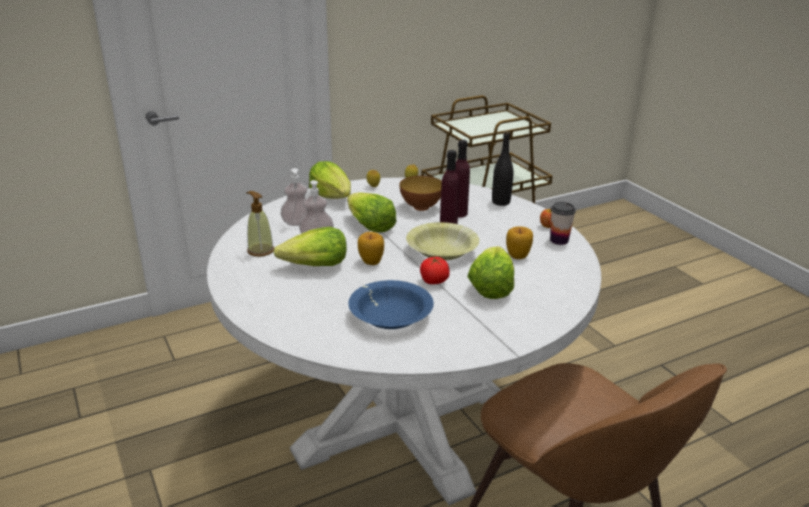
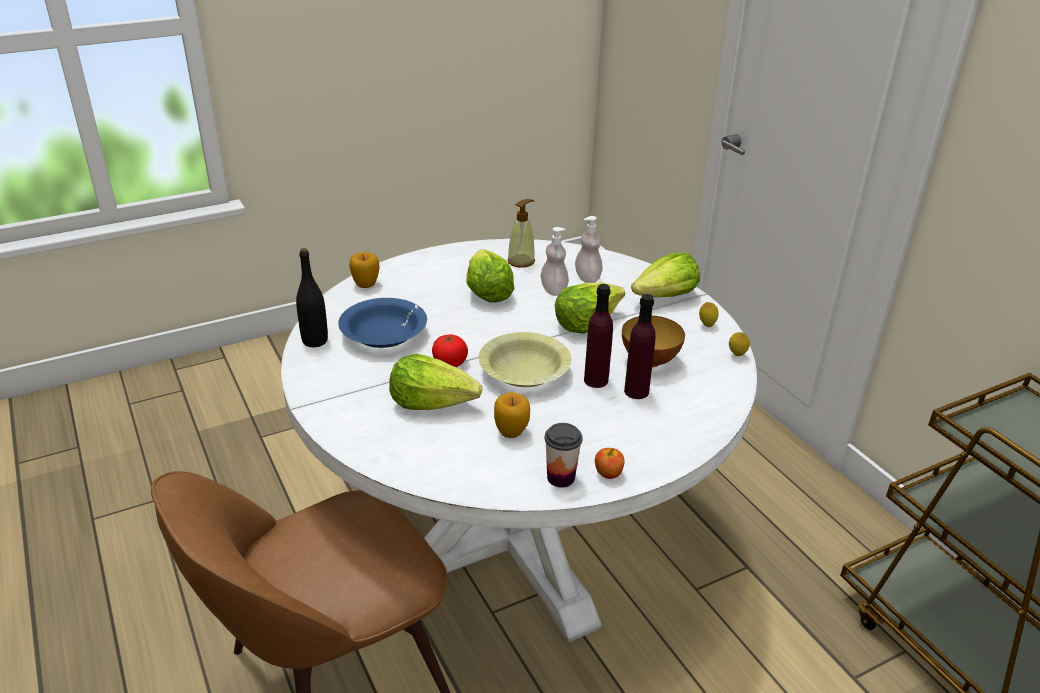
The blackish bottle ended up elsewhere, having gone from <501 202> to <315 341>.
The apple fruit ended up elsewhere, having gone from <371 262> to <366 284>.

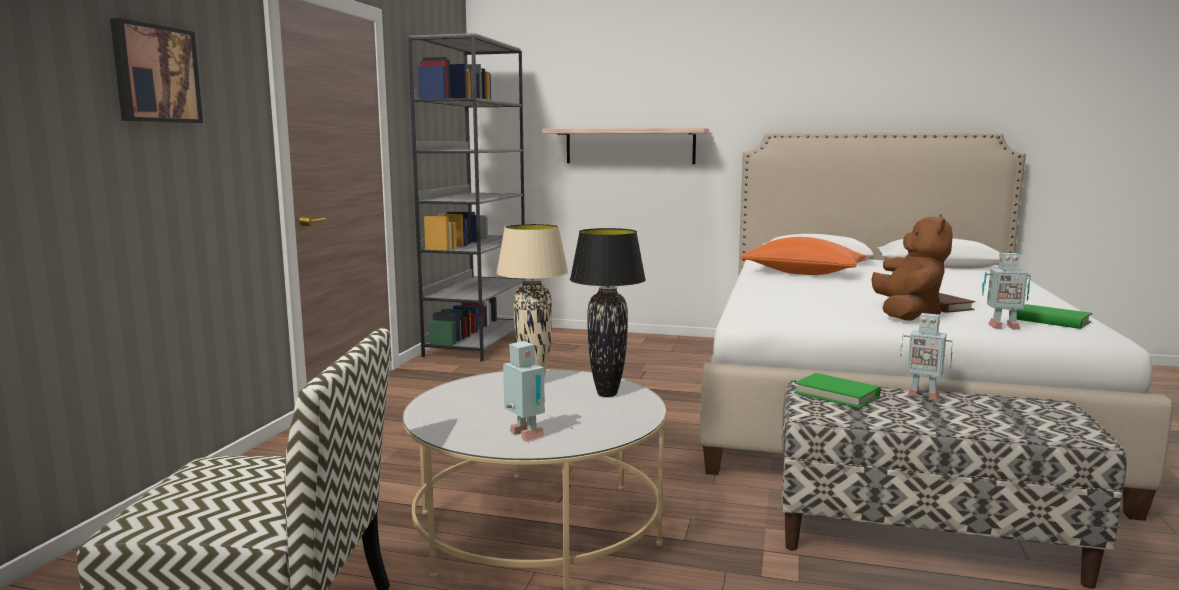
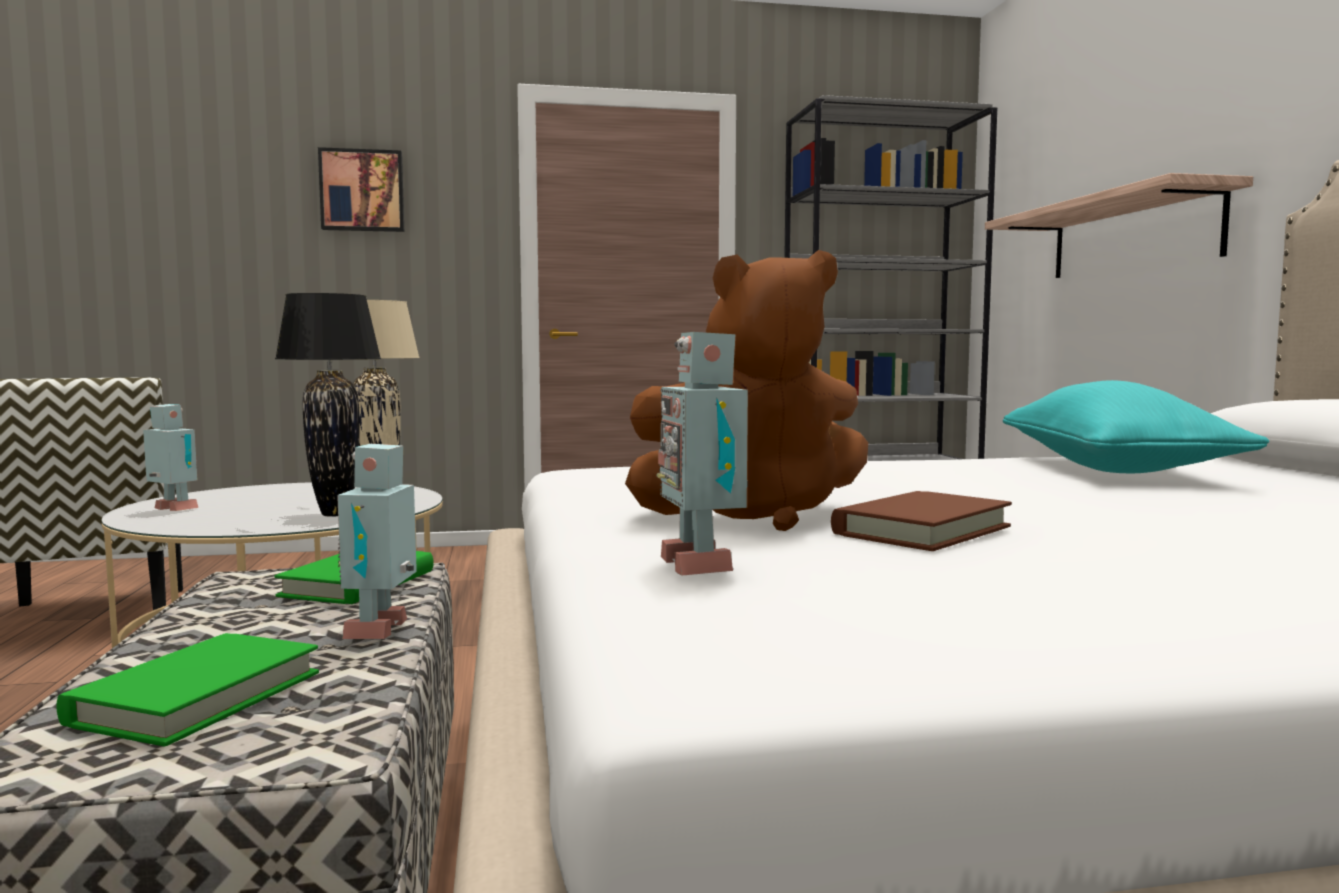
What was the orangey pillow at <802 273> turned into the turquoise pillow at <1113 469>.
The green-coloured bound book ended up elsewhere, having gone from <1051 321> to <198 697>.
The toy robot at <524 436> ended up facing another way, 90 degrees counterclockwise from before.

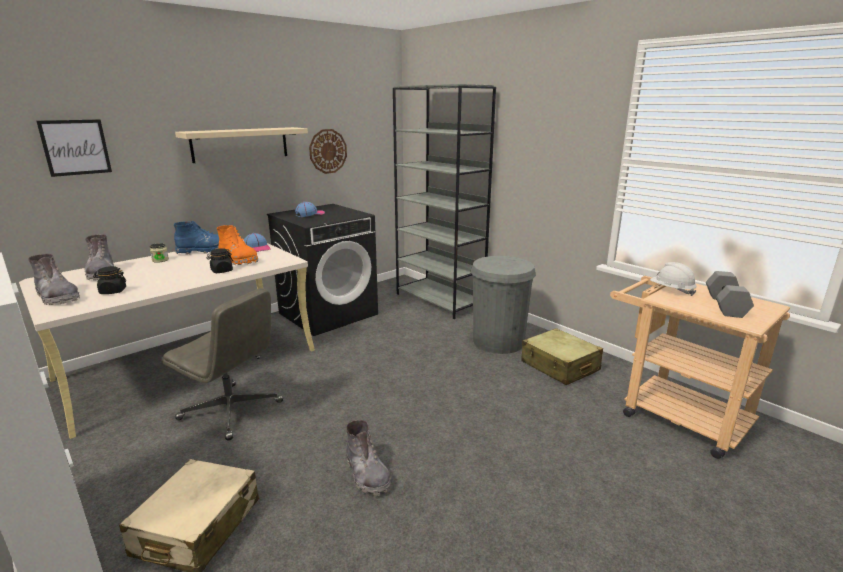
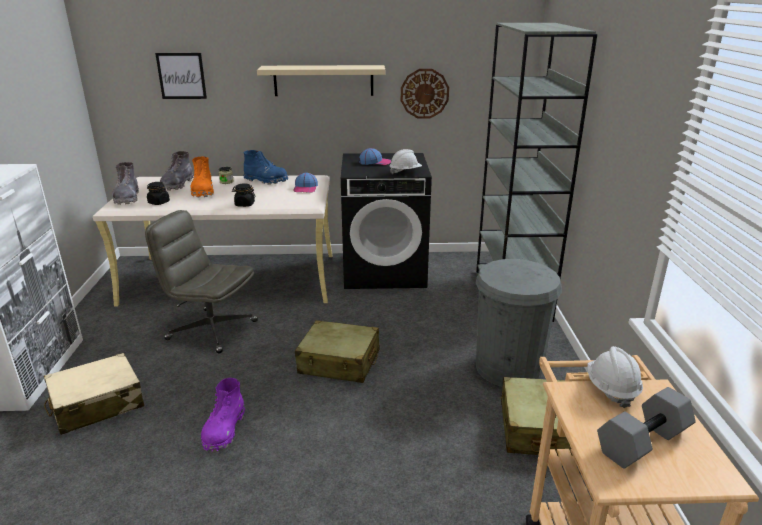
The orangey tall boot ended up elsewhere, having gone from <238 260> to <203 191>.
The gray desk chair at <232 410> ended up facing another way, 135 degrees clockwise from before.
What was the gray tall boot at <367 474> turned into the purplish tall boot at <224 430>.
The second view gained the white-coloured hard hat at <405 172>.
The second view gained the beige piece of luggage at <339 362>.

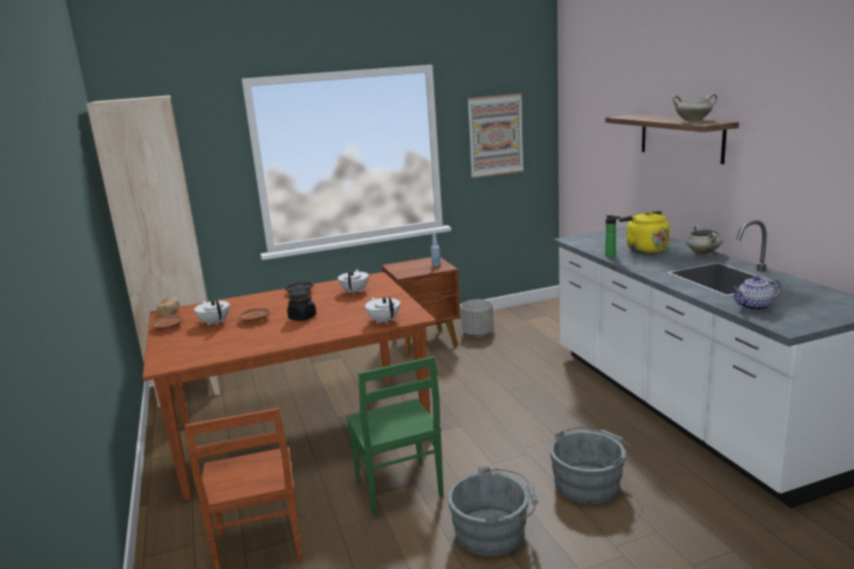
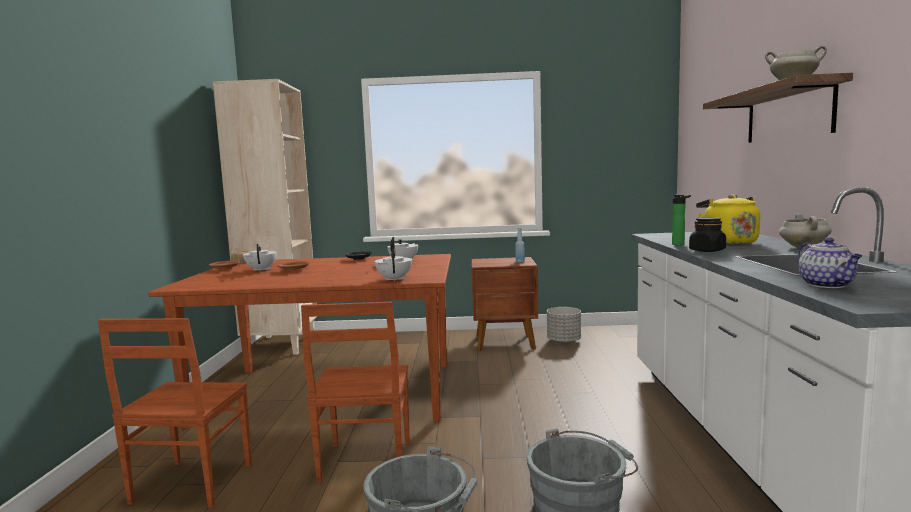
The second view lost the wall picture at <495 135>.
The teapot at <754 307> ended up facing another way, 105 degrees counterclockwise from before.
The blackish preserve jar ended up elsewhere, having gone from <302 317> to <707 250>.
What was the green-coloured plain chair at <398 490> turned into the brown plain chair at <364 462>.

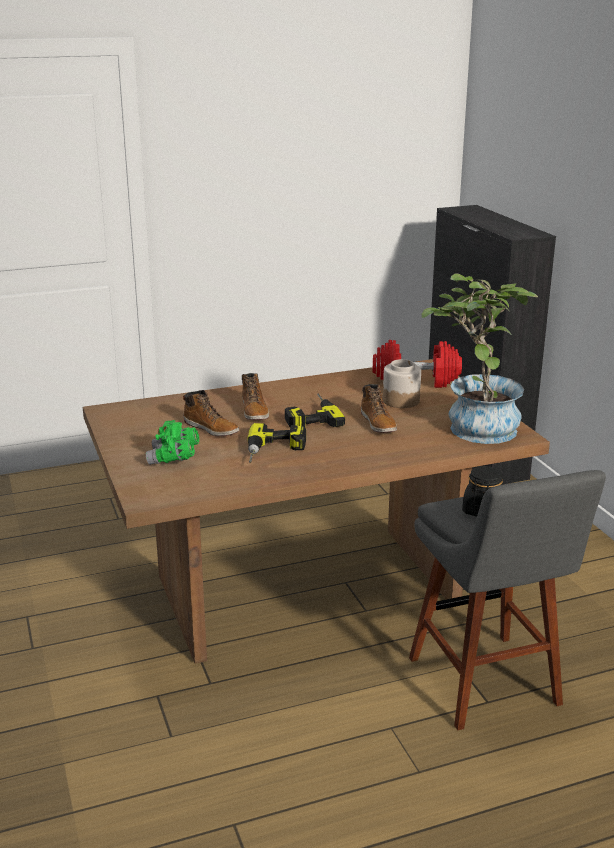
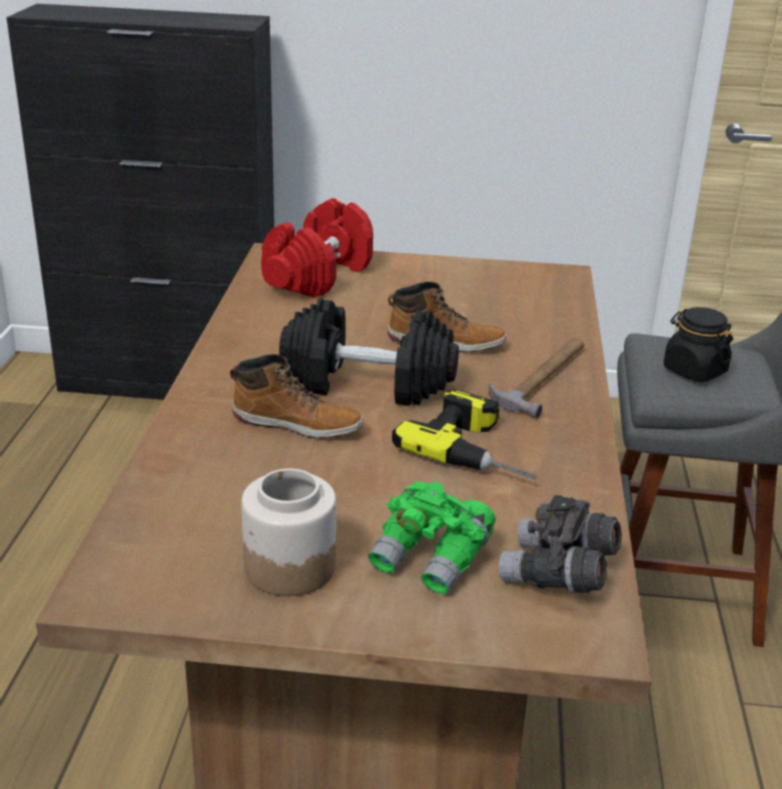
The second view lost the potted plant at <474 426>.
The preserve jar ended up elsewhere, having gone from <401 401> to <289 566>.
The second view lost the tall boot at <211 428>.
Where the electric drill stood at <310 416>, the blackish free weight came to stand at <367 383>.
The second view gained the hammer at <543 378>.
The second view gained the gray binoculars at <558 574>.

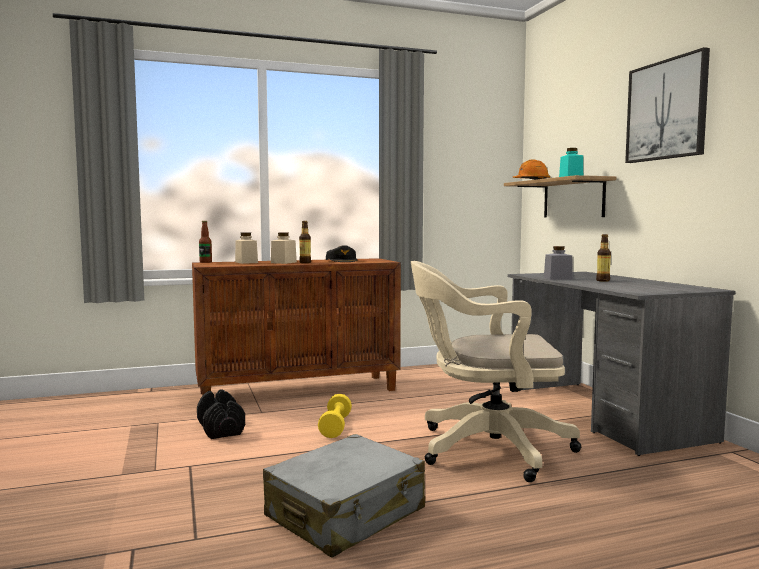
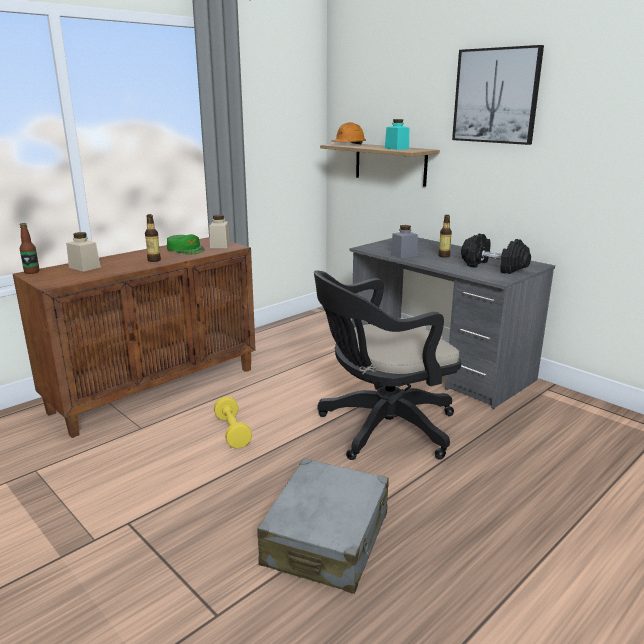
The beige preserve jar ended up elsewhere, having gone from <283 262> to <220 245>.
What was the blackish cap at <342 260> turned into the green-coloured cap at <185 249>.
What was the beige desk chair at <485 448> turned into the blackish desk chair at <381 428>.
The blackish free weight ended up elsewhere, having gone from <221 429> to <494 267>.

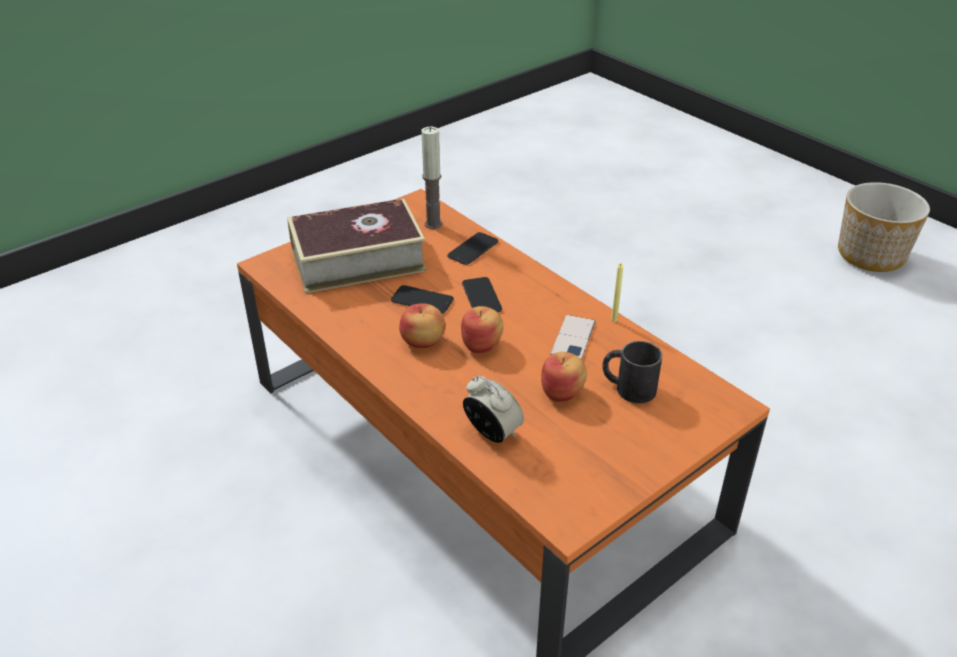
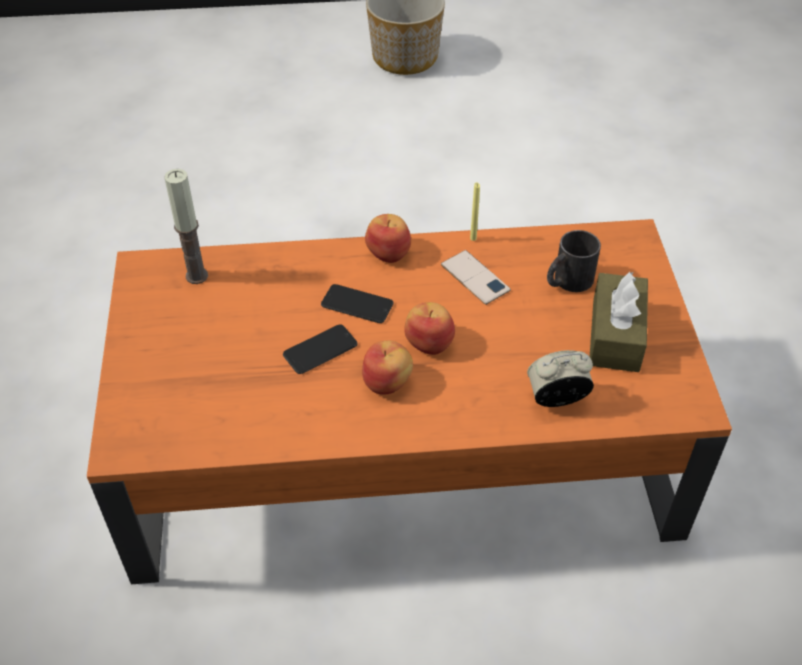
The second view lost the bound book at <357 259>.
The second view lost the handset at <473 249>.
The apple fruit ended up elsewhere, having gone from <562 392> to <389 252>.
The second view gained the brown box of tissues at <615 335>.

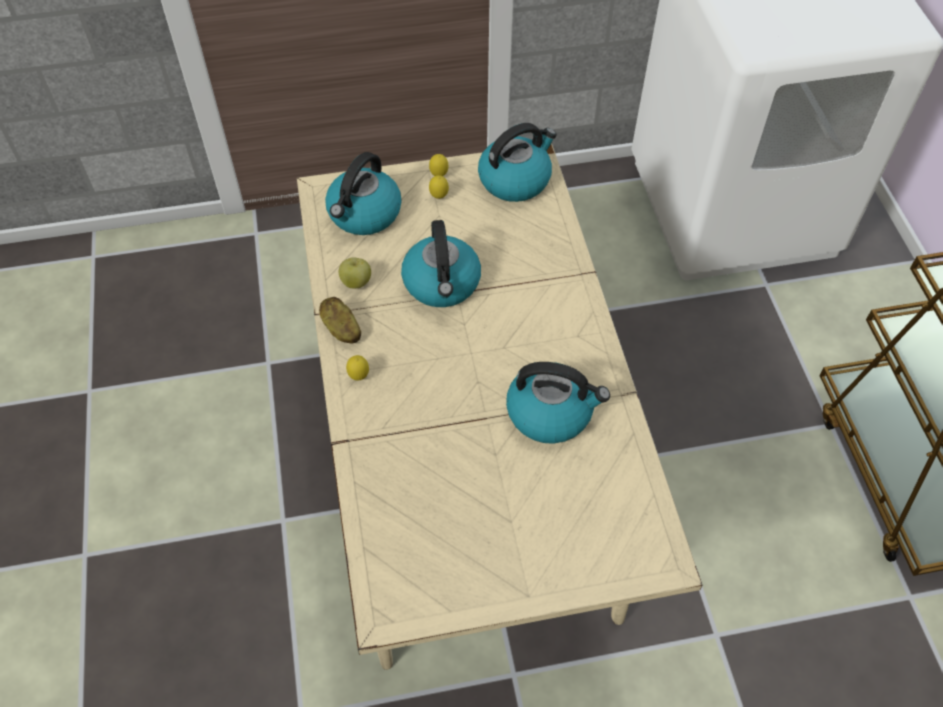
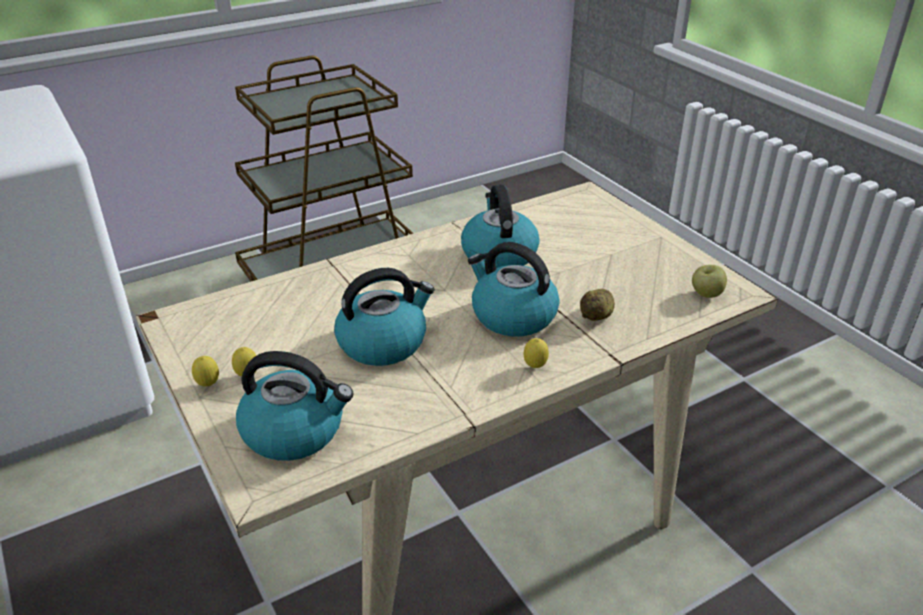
The water kettle ended up elsewhere, having gone from <515 179> to <512 316>.
The apple fruit ended up elsewhere, having gone from <356 282> to <706 295>.
The whole potato ended up elsewhere, having gone from <341 329> to <597 316>.

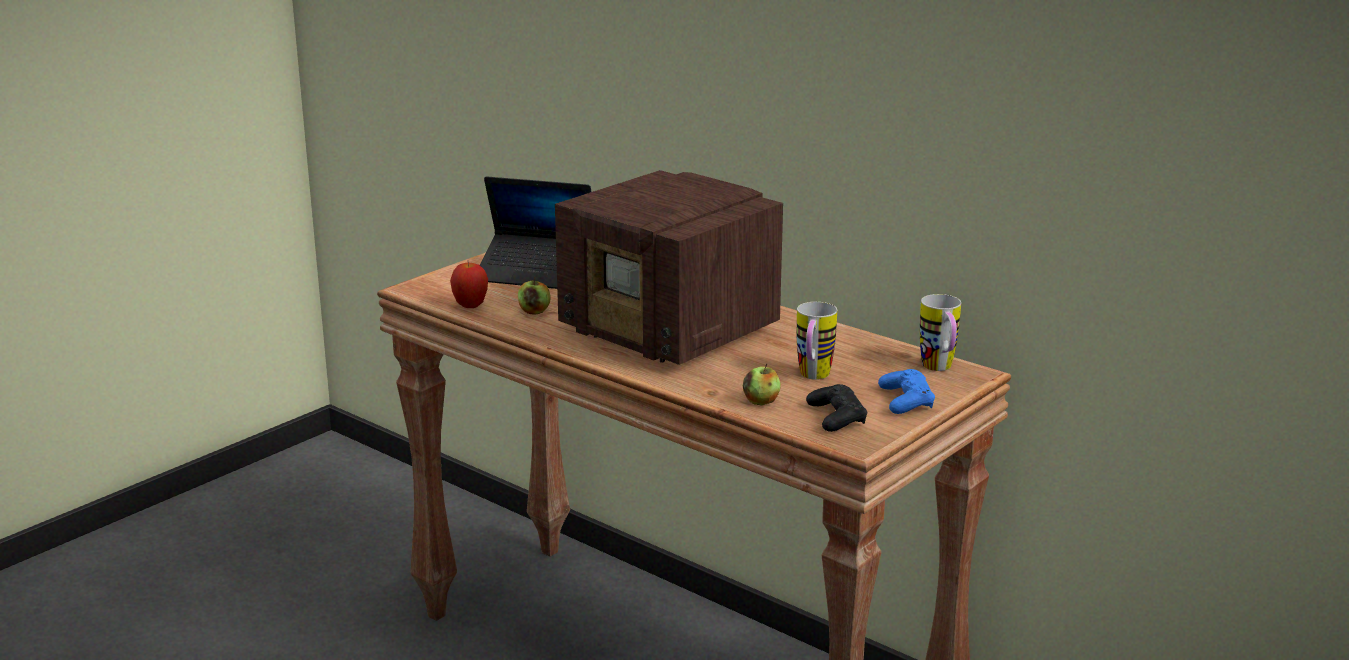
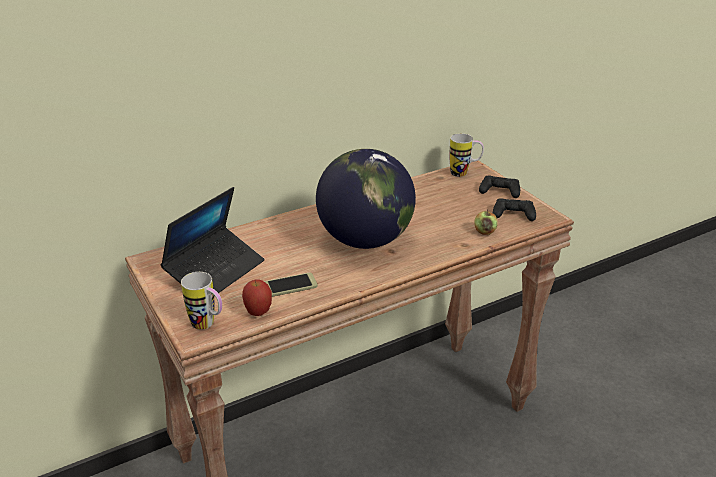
Where the radio stood at <671 333>, the world globe came to stand at <365 240>.
Where the apple fruit stood at <534 311>, the handset came to stand at <290 285>.
The tea mug ended up elsewhere, having gone from <812 377> to <208 325>.
What was the blue-coloured joypad at <906 400> turned into the blackish joypad at <499 191>.

